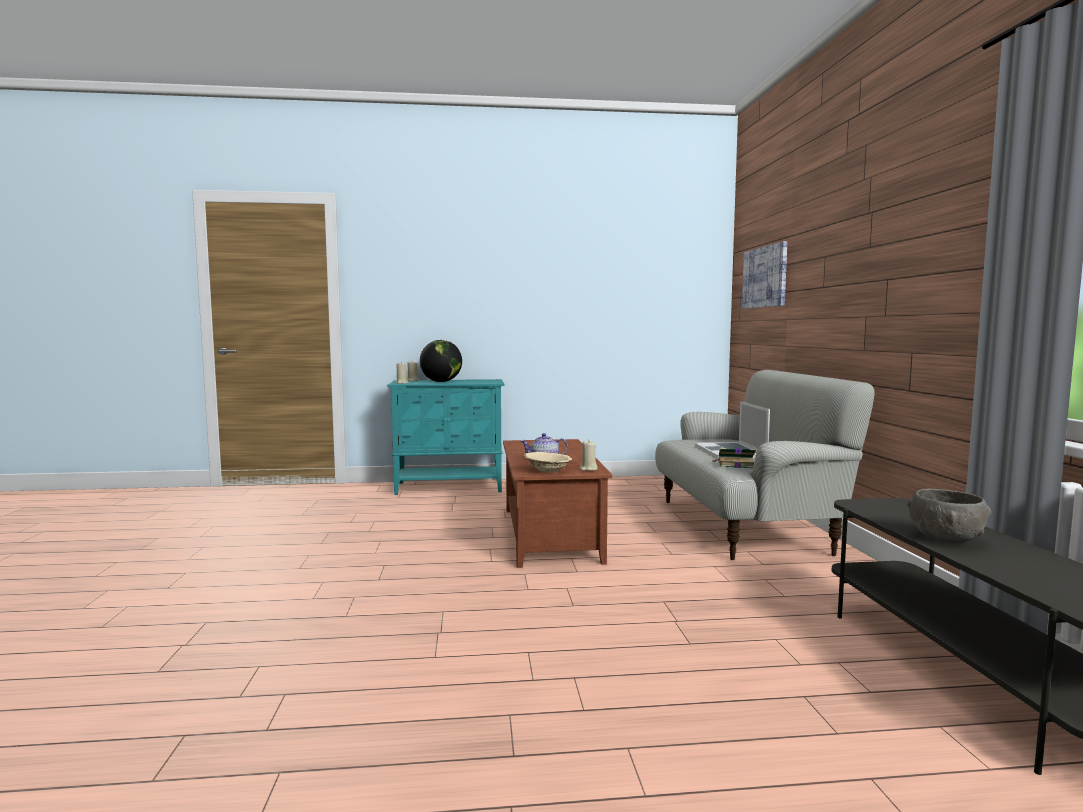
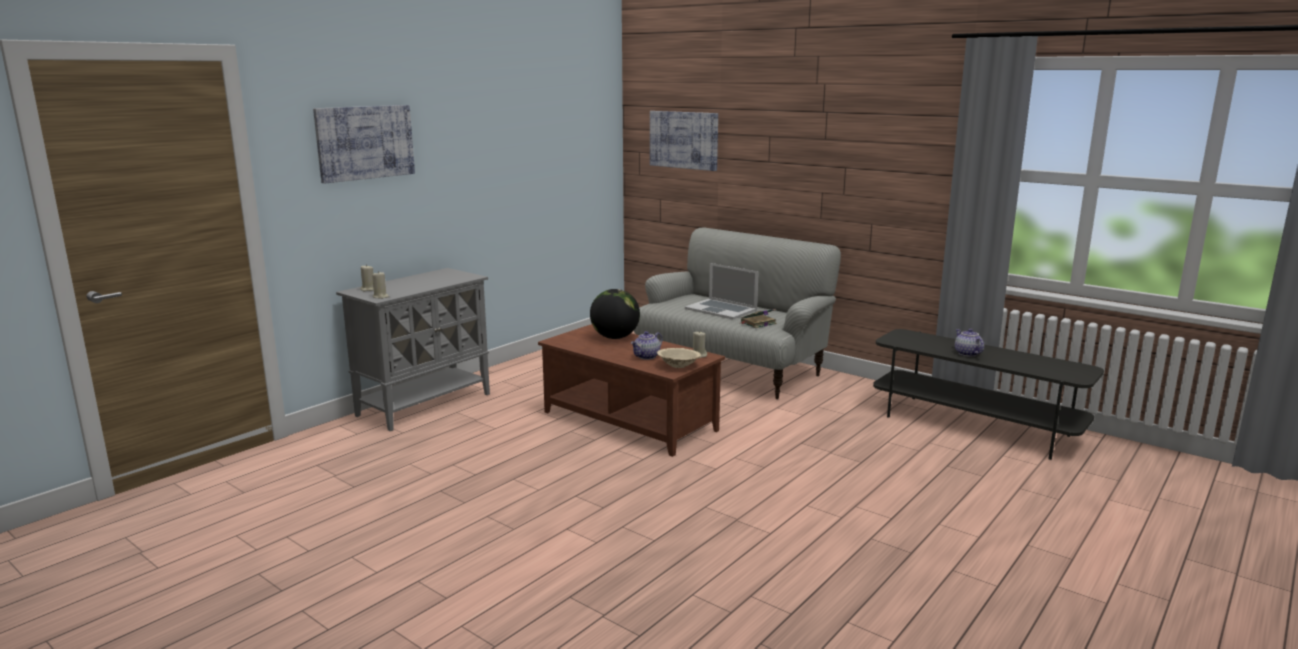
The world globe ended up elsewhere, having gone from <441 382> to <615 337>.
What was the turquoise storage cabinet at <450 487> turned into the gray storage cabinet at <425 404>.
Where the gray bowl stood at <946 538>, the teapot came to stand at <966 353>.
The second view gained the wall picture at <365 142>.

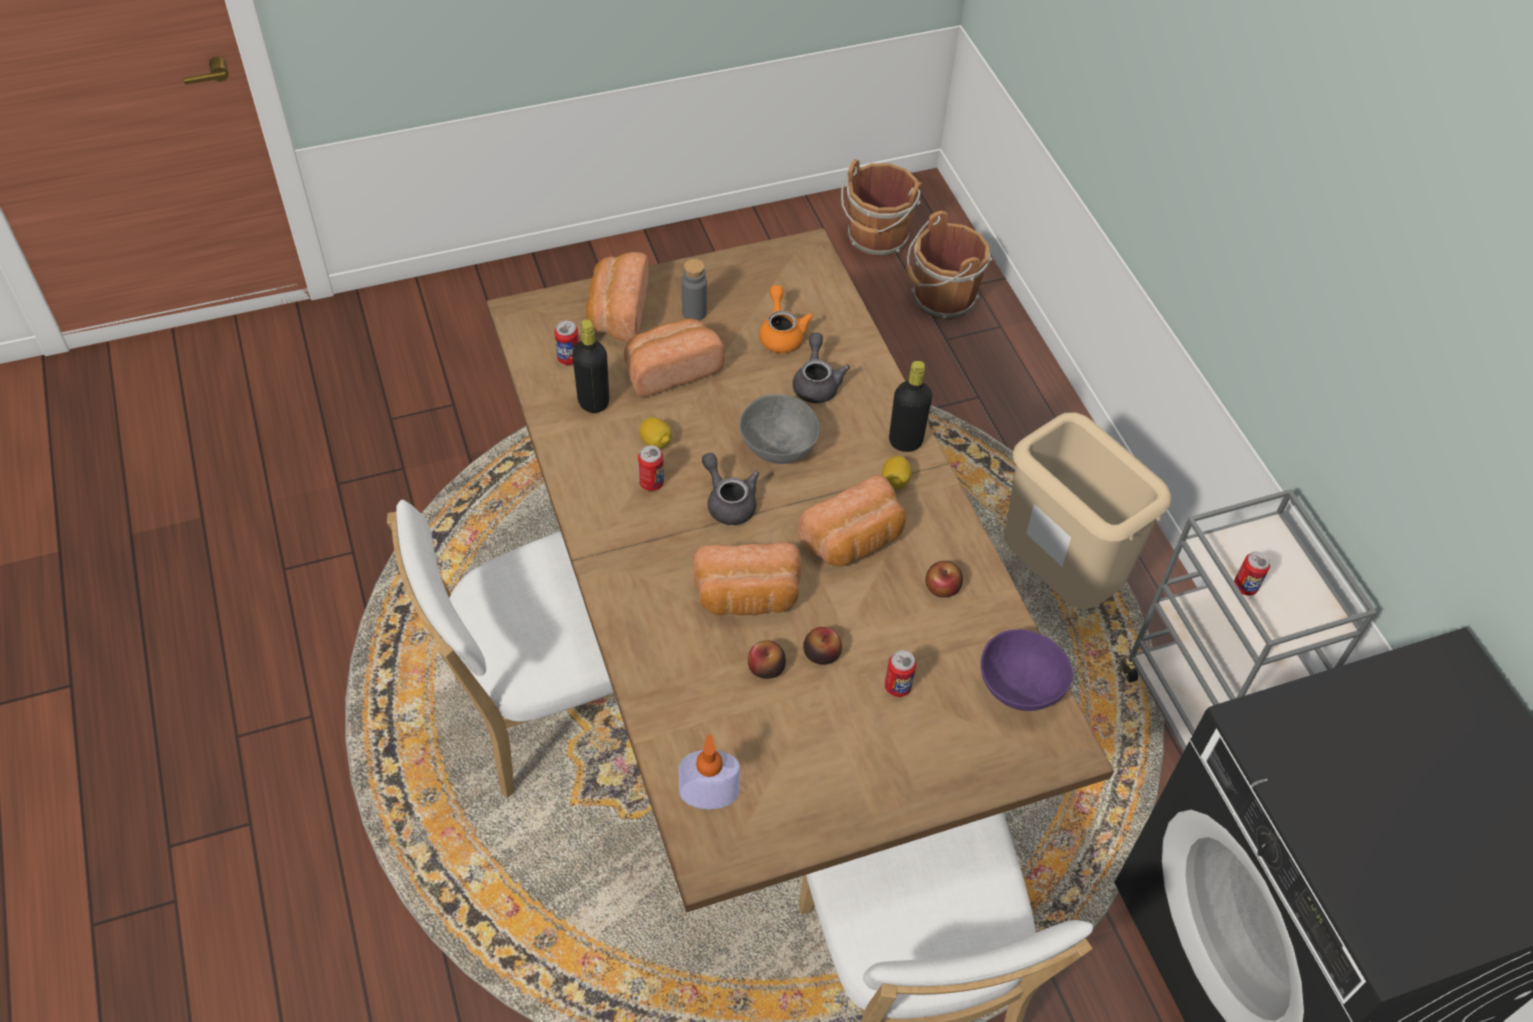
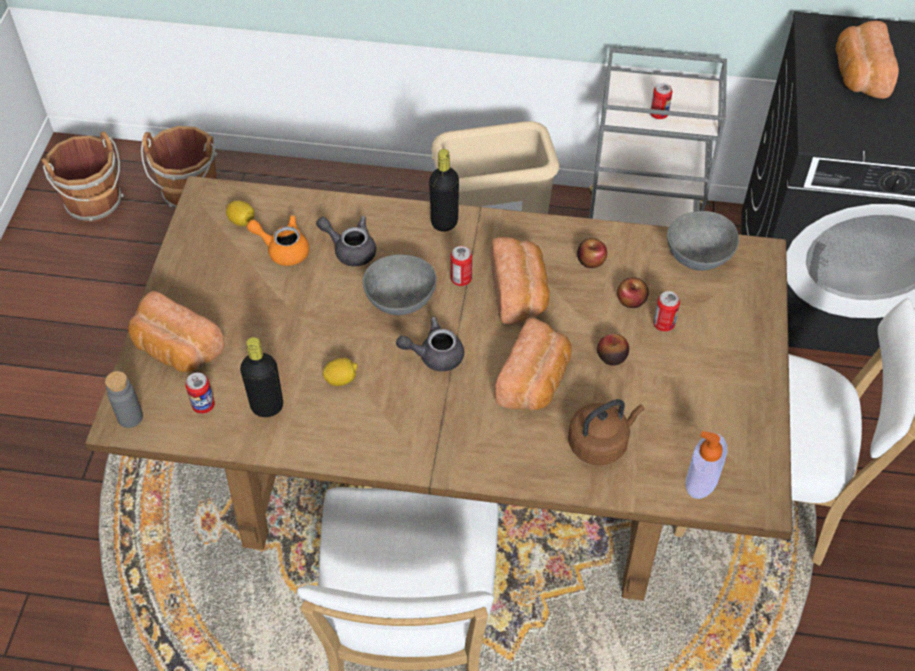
The gray bottle ended up elsewhere, having gone from <694 312> to <130 417>.
The baked bread ended up elsewhere, having gone from <671 369> to <858 75>.
The sealed can ended up elsewhere, having gone from <651 483> to <461 279>.
The citrus fruit ended up elsewhere, having gone from <895 481> to <242 221>.
What was the purplish bowl at <1020 690> turned into the gray bowl at <700 257>.
The apple fruit ended up elsewhere, having gone from <766 668> to <631 300>.
The second view gained the brown water kettle at <600 443>.

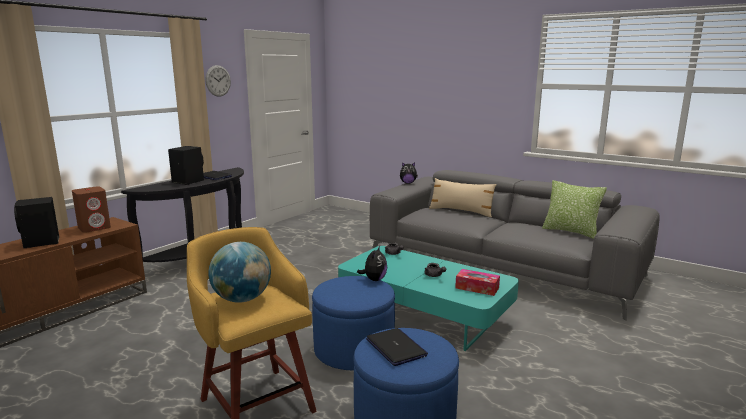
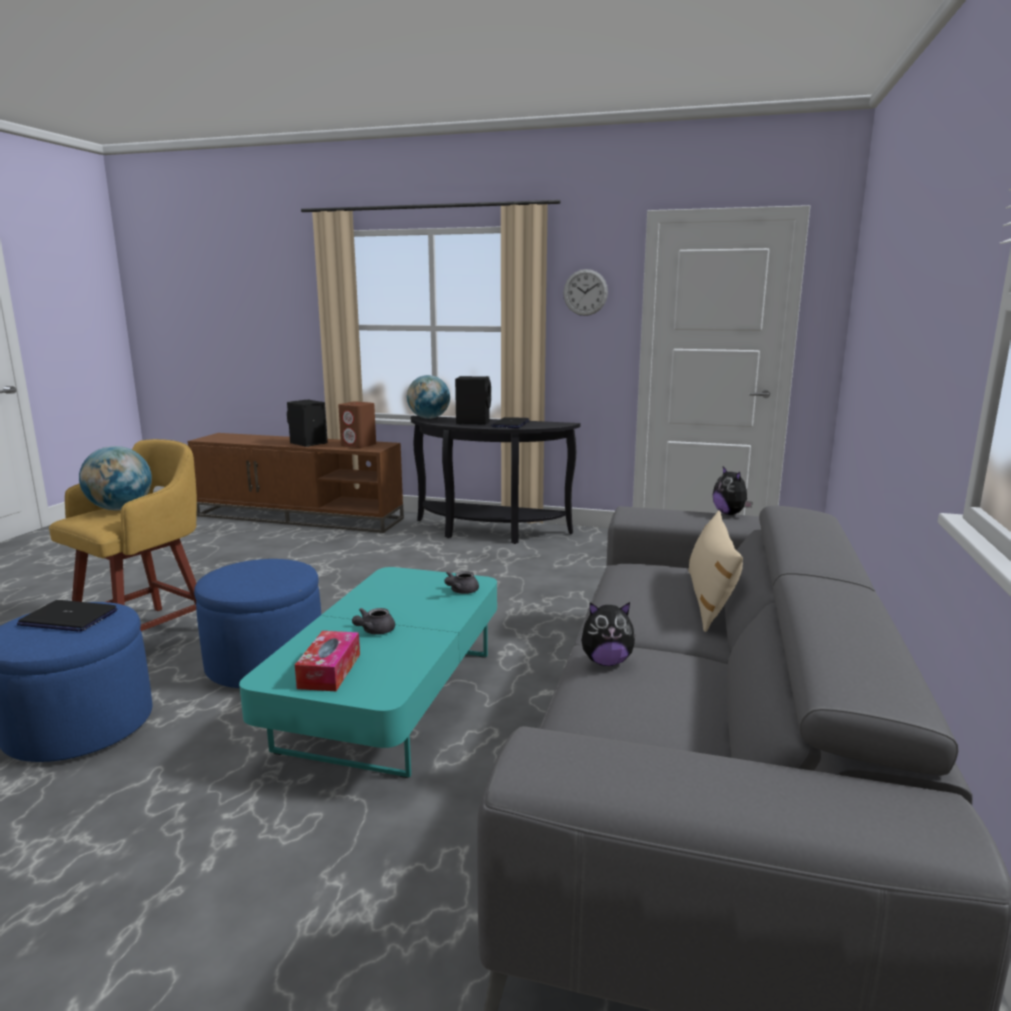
The second view lost the pillow at <570 232>.
The soft toy ended up elsewhere, having gone from <374 279> to <606 662>.
The portable computer at <396 348> ended up facing another way, 60 degrees clockwise from before.
The second view gained the world globe at <429 418>.

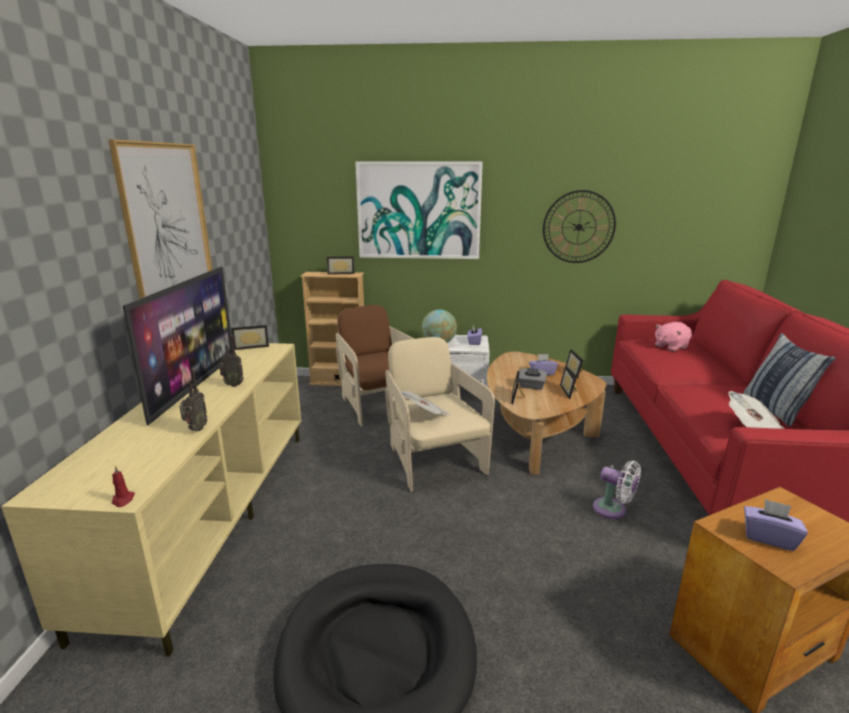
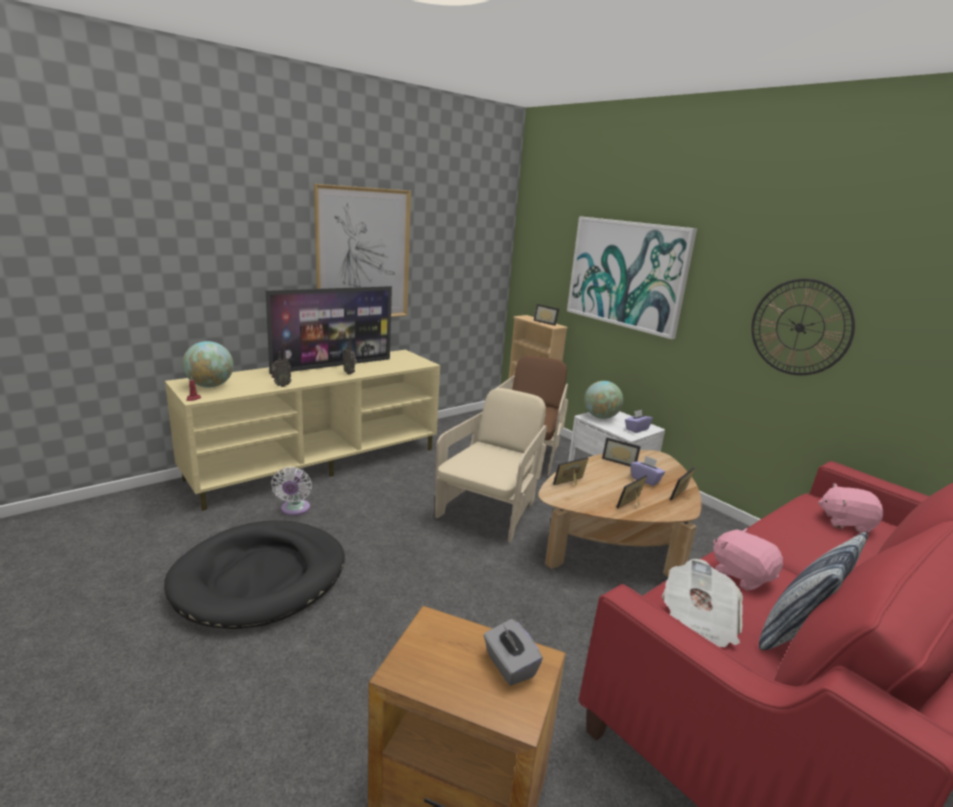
The picture frame ended up elsewhere, having gone from <251 346> to <620 461>.
The gray box of tissues ended up elsewhere, having gone from <531 386> to <509 666>.
The second view lost the newspaper at <425 415>.
The white-coloured fan ended up elsewhere, having gone from <613 510> to <294 509>.
The second view lost the purplish box of tissues at <768 537>.
The second view gained the world globe at <210 386>.
The second view gained the pink soft toy at <741 575>.

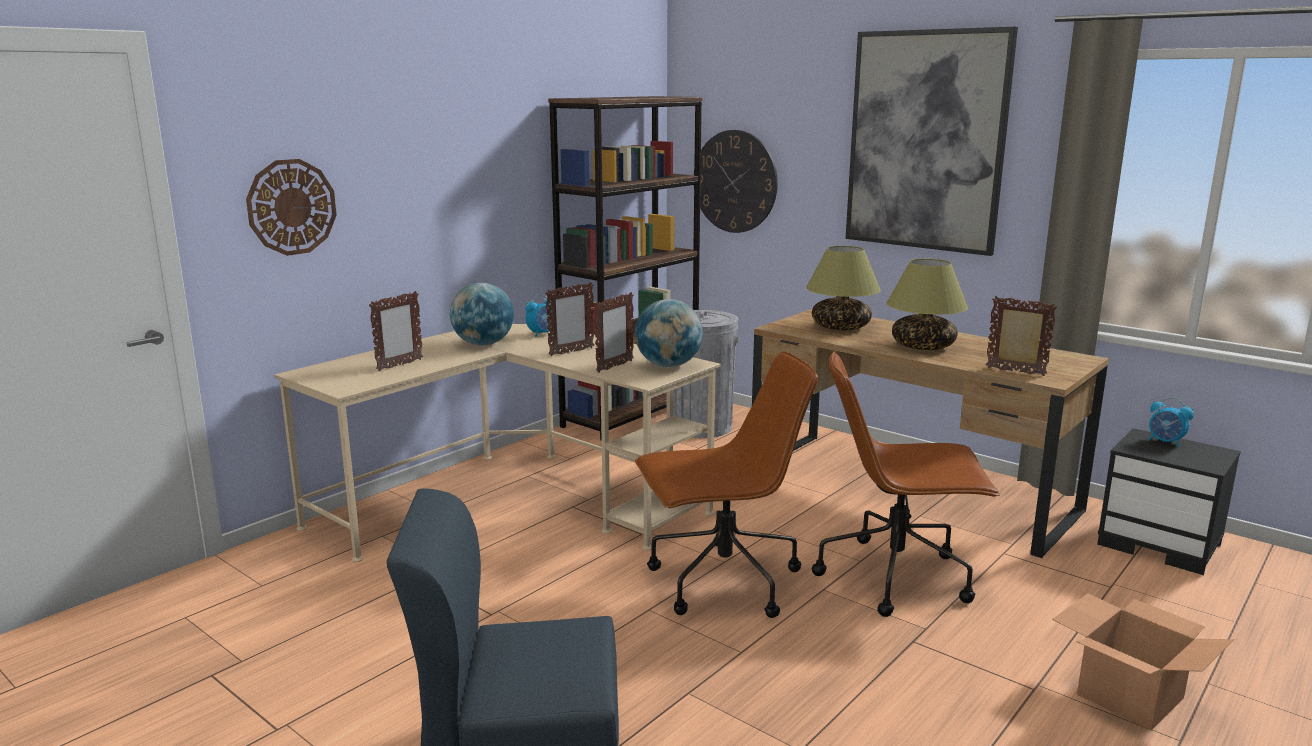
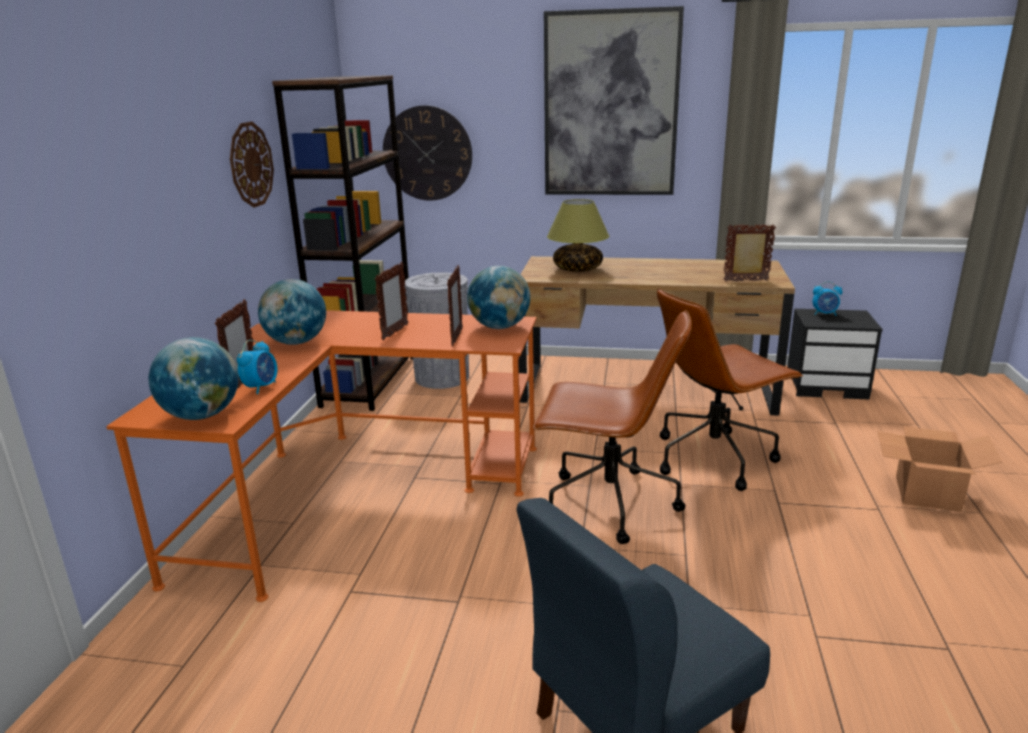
The clock on the wall ended up elsewhere, having gone from <291 207> to <251 164>.
The second view lost the lamp for a table at <923 346>.
The bedside clock ended up elsewhere, having gone from <543 334> to <261 387>.
What was the beige desk table at <512 500> turned into the orangey desk table at <352 489>.
The brown desk chair at <722 582> ended up facing another way, 60 degrees clockwise from before.
The second view gained the world globe at <202 415>.

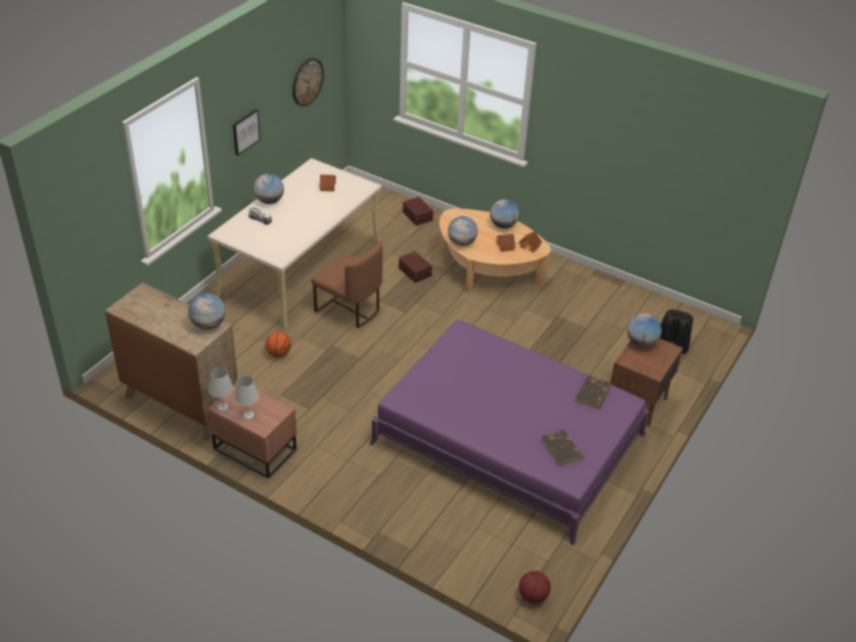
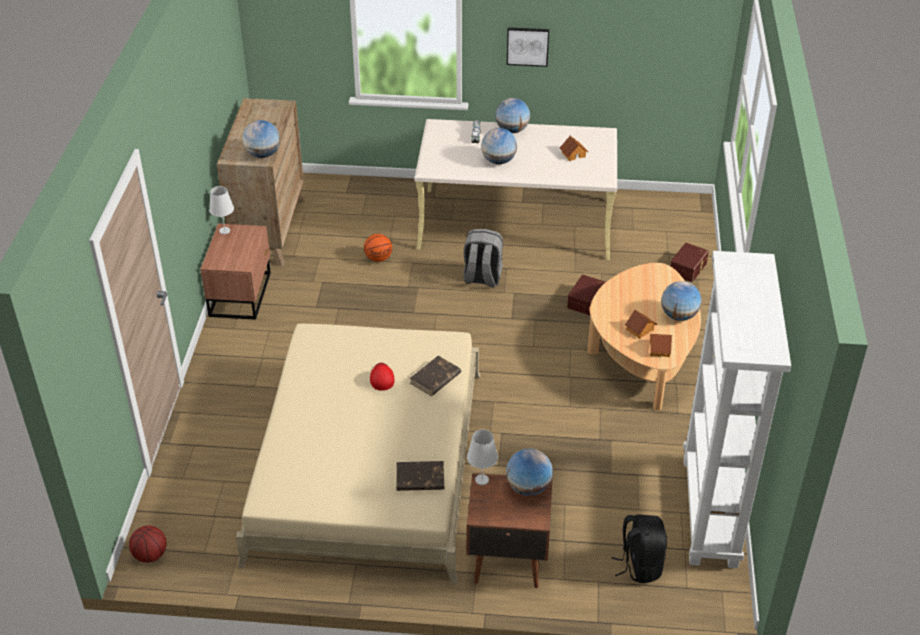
The second view lost the clock on the wall at <307 81>.
The world globe ended up elsewhere, having gone from <462 243> to <499 161>.
Where the brown plain chair stood at <349 309>, the gray rucksack came to stand at <482 278>.
What was the purplish bedroom bed at <508 439> turned into the beige bedroom bed at <368 464>.
The white-coloured lamp for a table ended up elsewhere, having gone from <248 415> to <481 480>.
The brown bound book ended up elsewhere, having gone from <562 449> to <435 378>.
The second view gained the white-coloured bookcase at <711 512>.
The second view gained the red-coloured cap at <382 377>.

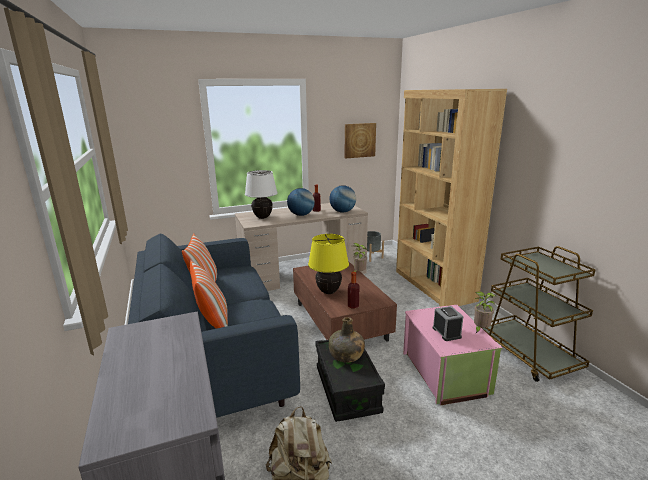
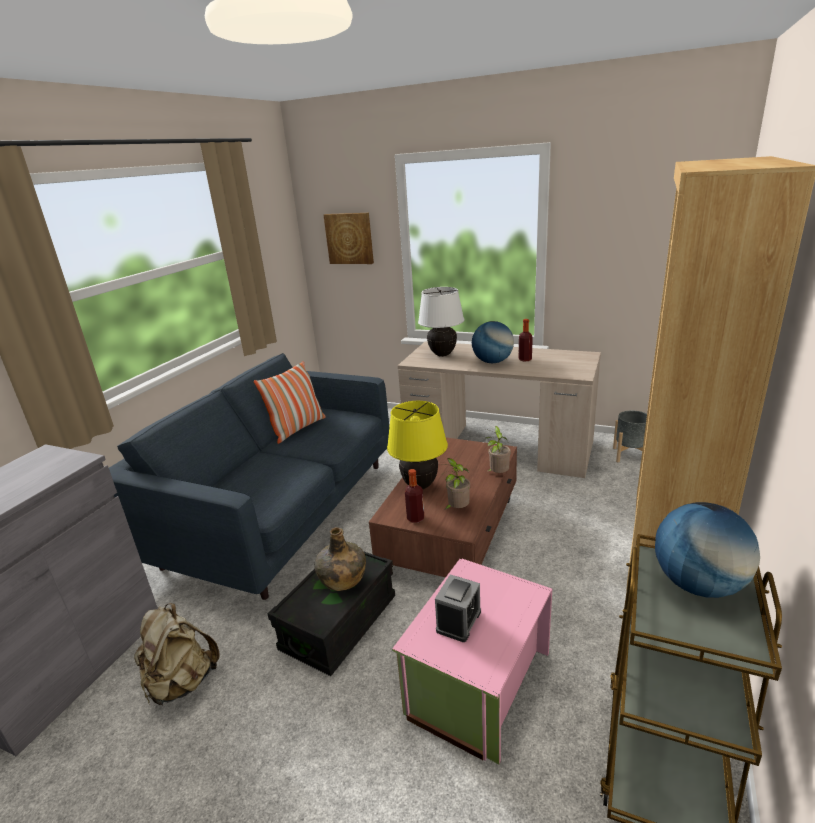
The wall picture ended up elsewhere, having gone from <359 140> to <349 238>.
The world globe ended up elsewhere, having gone from <342 211> to <698 584>.
The second view lost the pillow at <213 322>.
The potted plant ended up elsewhere, having gone from <480 329> to <457 509>.

